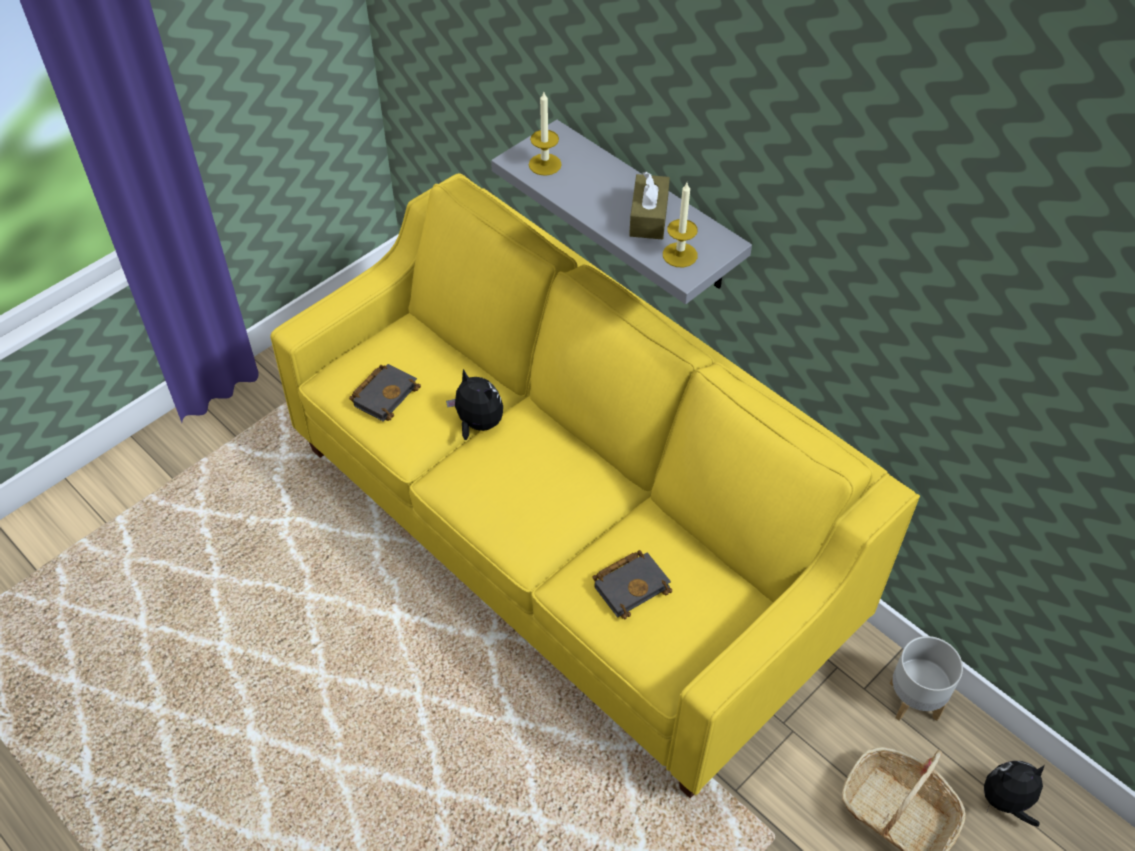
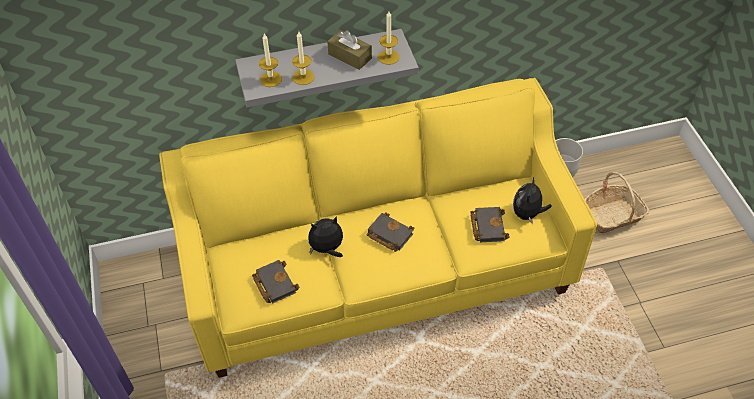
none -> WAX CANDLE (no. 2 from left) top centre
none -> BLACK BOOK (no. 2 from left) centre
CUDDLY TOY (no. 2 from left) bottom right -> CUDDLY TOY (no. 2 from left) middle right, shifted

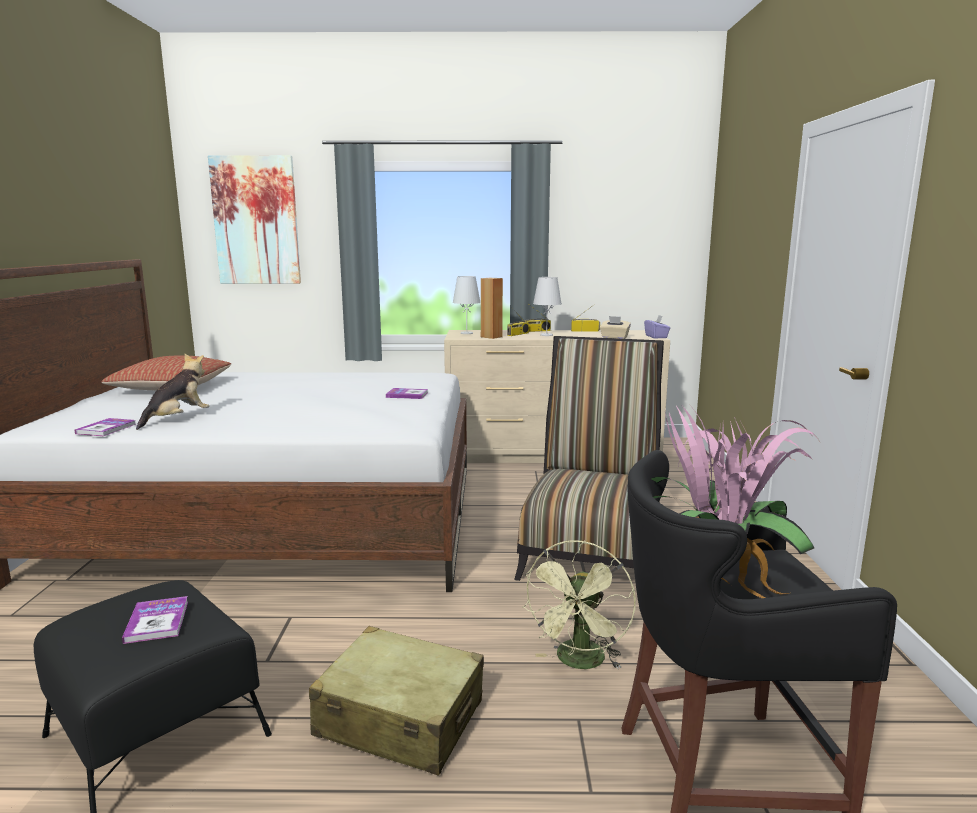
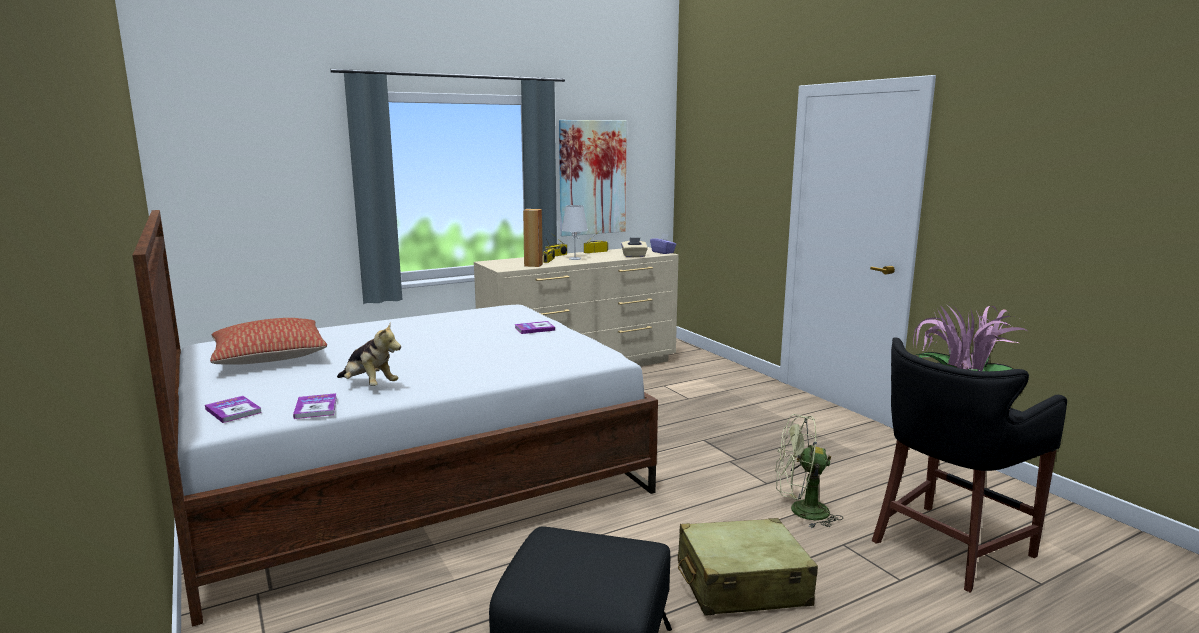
WHITE-COLOURED LAMP FOR A TABLE (no. 1 from left) centre -> none
PLAIN CHAIR centre -> none
BOOK (no. 2 from left in the first image) bottom left -> BOOK (no. 1 from left) middle left, shifted
PICTURE top left -> PICTURE top centre, shifted
CUDDLY TOY middle left, 120 degrees clockwise
GREEN FAN bottom centre -> GREEN FAN bottom right, 105 degrees clockwise

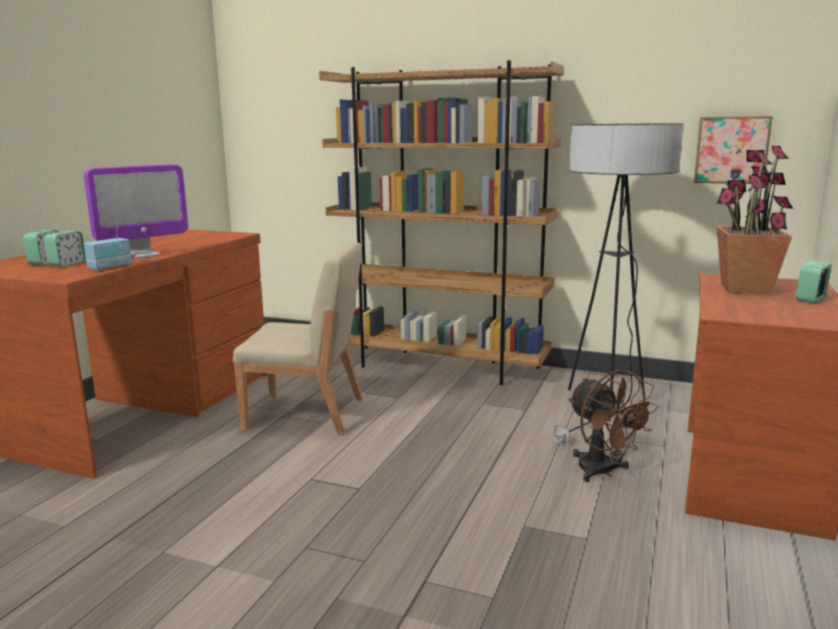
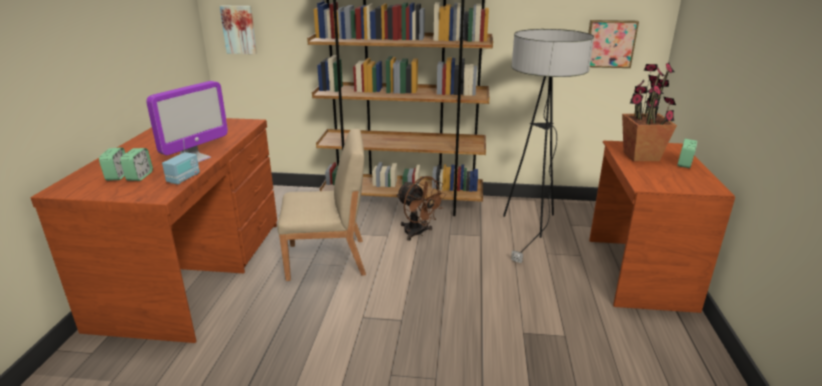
none -> PICTURE (no. 1 from left) top left
BROWN-COLOURED FAN bottom right -> BROWN-COLOURED FAN centre, shifted

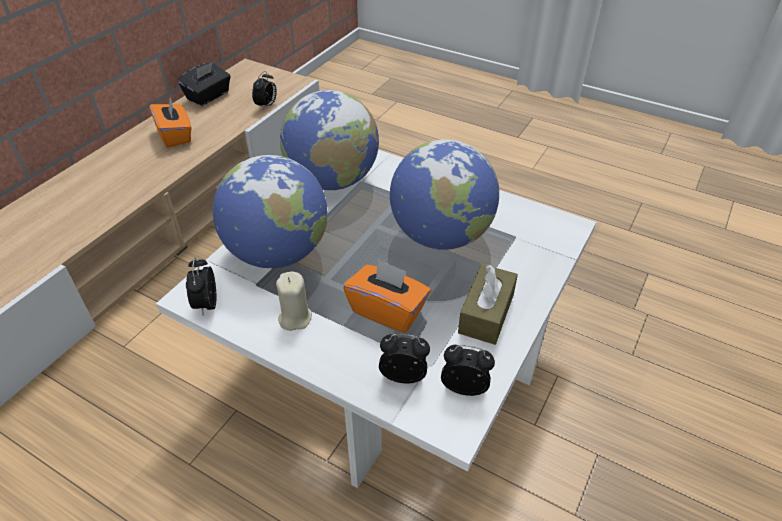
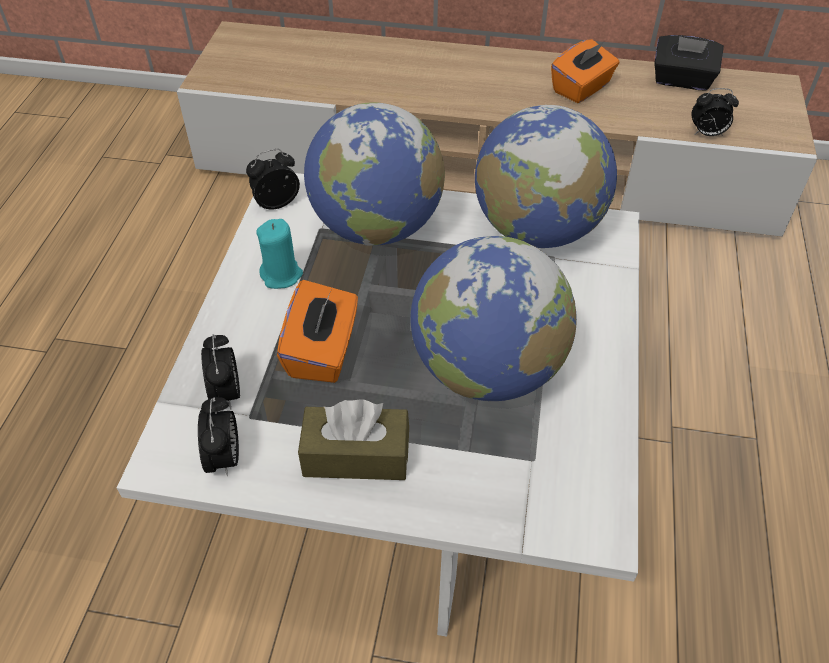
BEIGE WAX CANDLE centre -> TURQUOISE WAX CANDLE centre

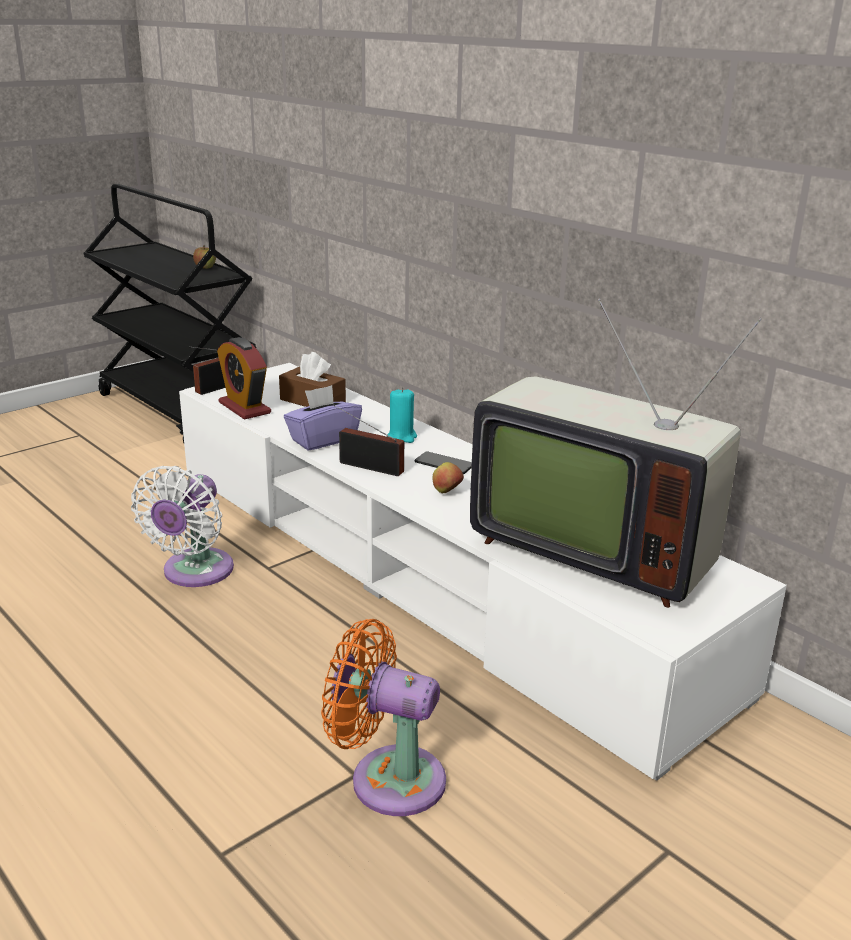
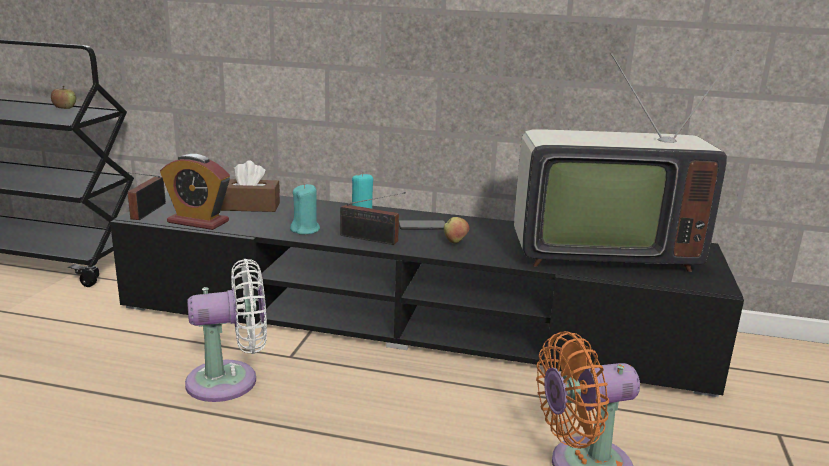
PURPLISH TISSUE BOX centre -> TURQUOISE WAX CANDLE (no. 1 from left) centre
WHITE-COLOURED TV STAND centre -> BLACK TV STAND centre
WHITE-COLOURED FAN middle left -> WHITE-COLOURED FAN bottom left, 90 degrees counterclockwise
RADIO RECEIVER (no. 2 from left) centre, 150 degrees counterclockwise

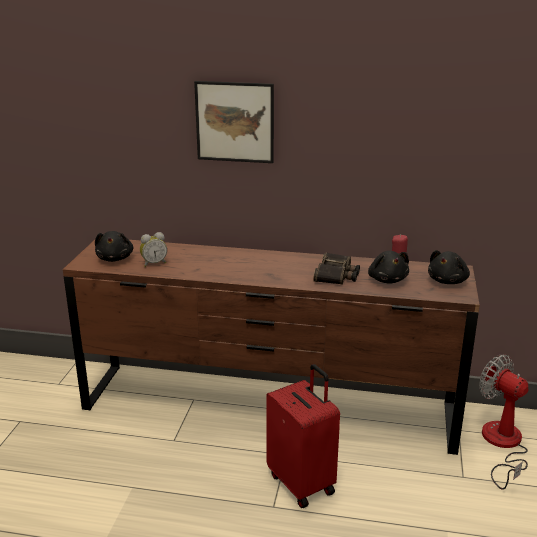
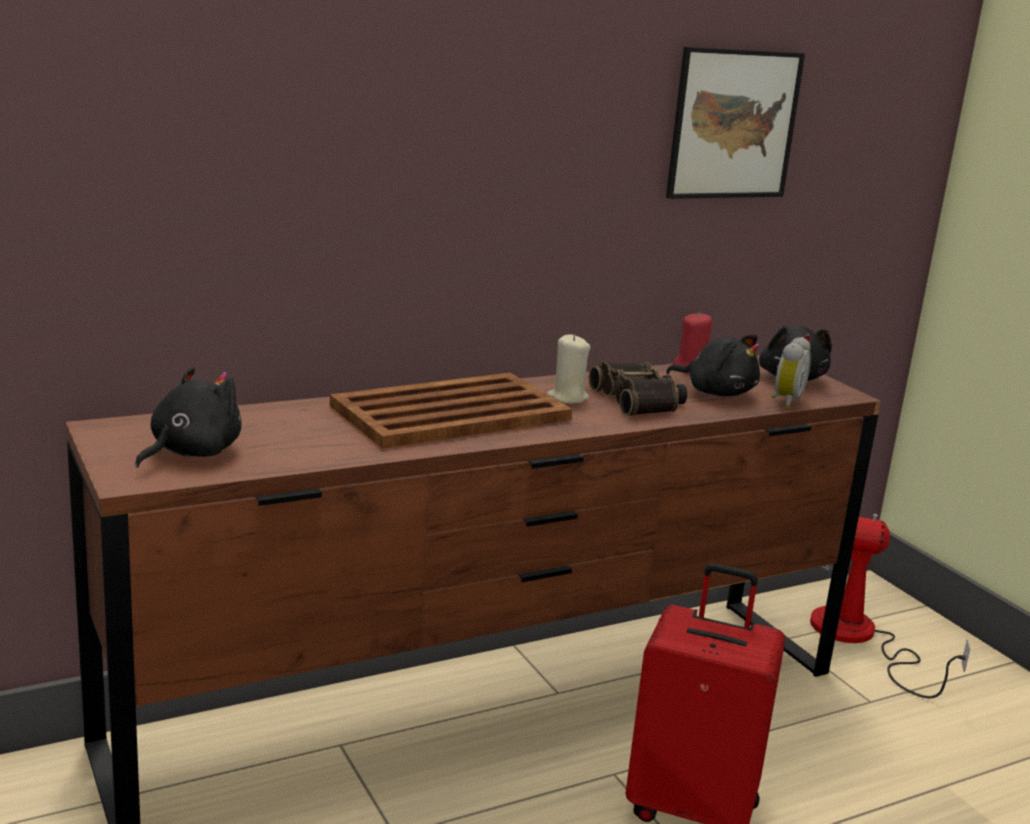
none -> BROWN-COLOURED SERVING TRAY centre
none -> BEIGE WAX CANDLE centre
TABLE CLOCK middle left -> TABLE CLOCK middle right, shifted
PICTURE top centre -> PICTURE top right, shifted
BLACK CUDDLY TOY (no. 1 from left) middle left, 105 degrees counterclockwise

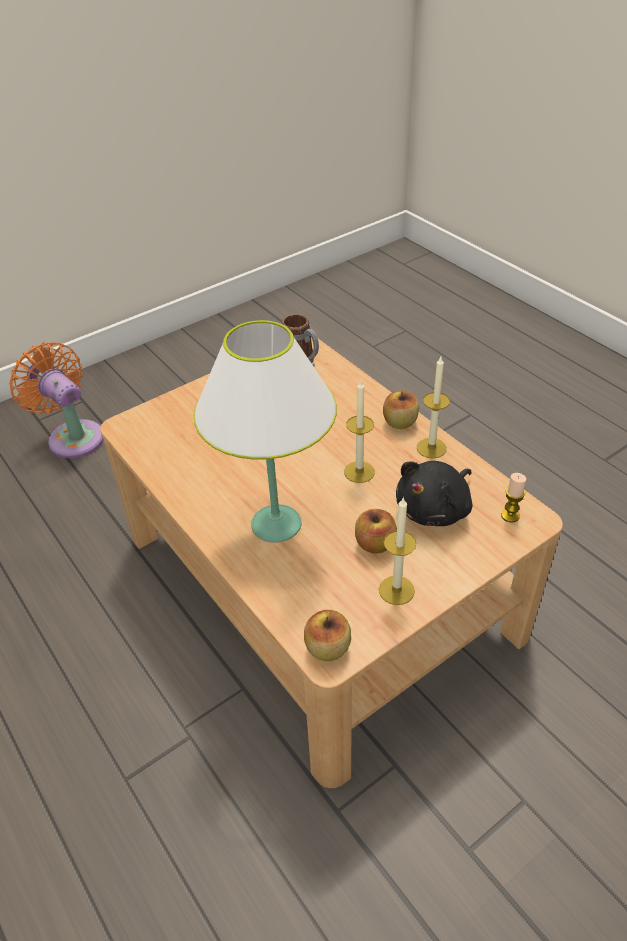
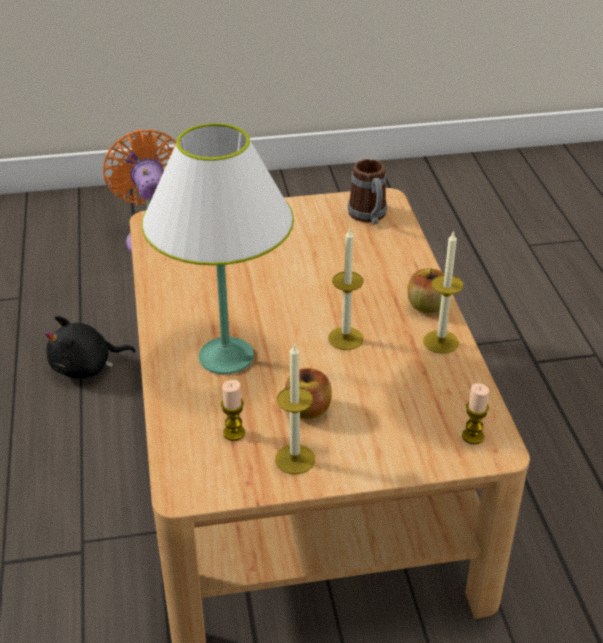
APPLE (no. 1 from left) bottom centre -> none
none -> WAX CANDLE (no. 1 from left) centre
BLACK CUDDLY TOY middle right -> BLACK CUDDLY TOY middle left, shifted

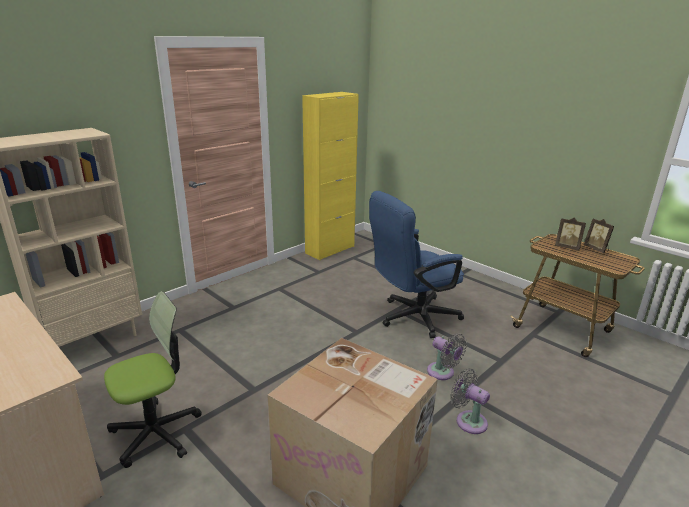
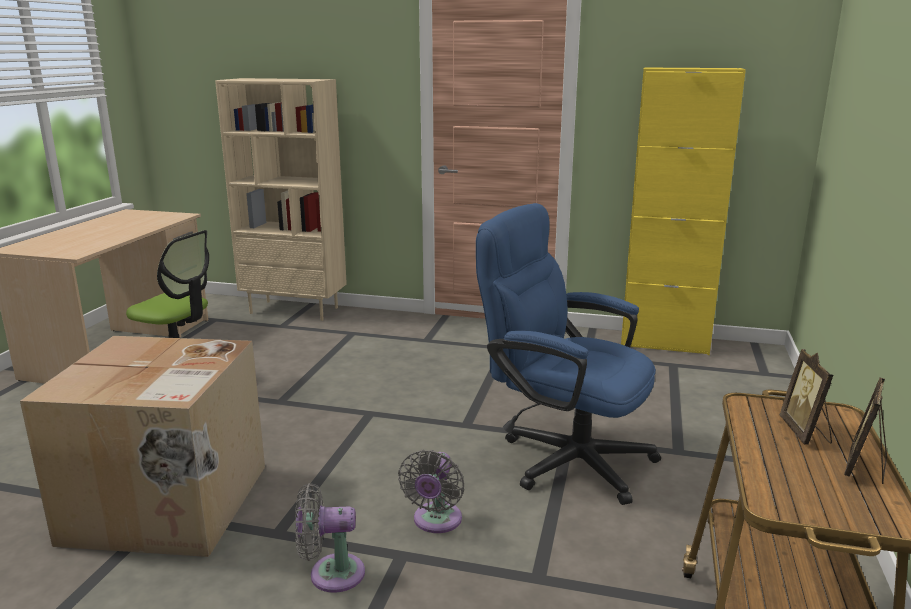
GREYISH FAN (no. 2 from left in the first image) bottom right -> GREYISH FAN (no. 1 from left) bottom centre, 105 degrees counterclockwise

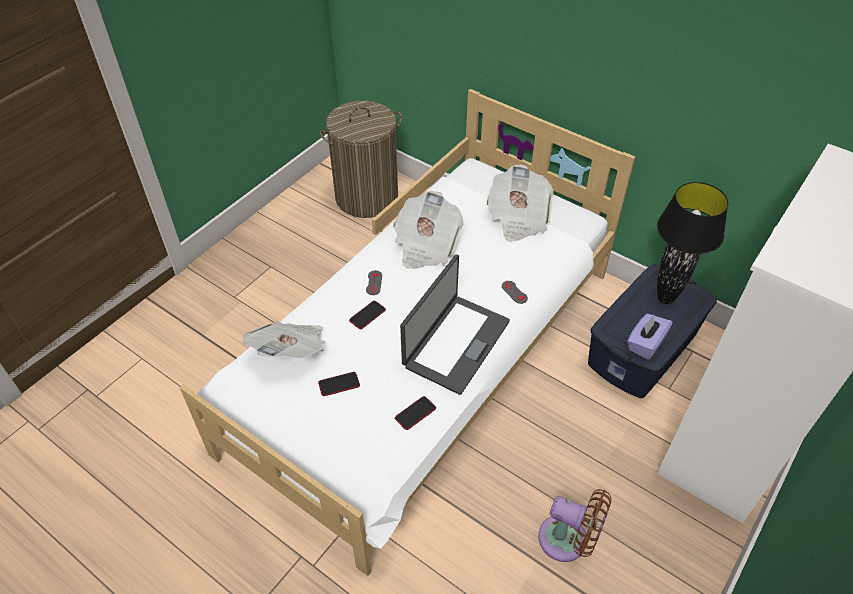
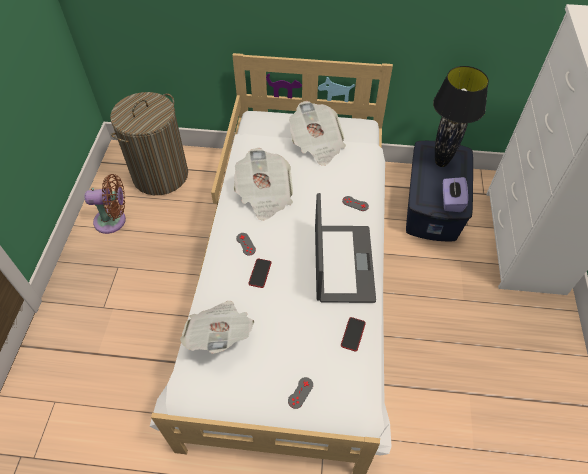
HANDSET (no. 1 from left) centre -> none
none -> GREYISH GAMEPAD (no. 2 from left) bottom centre
BROWN-COLOURED FAN bottom right -> BROWN-COLOURED FAN middle left, shifted

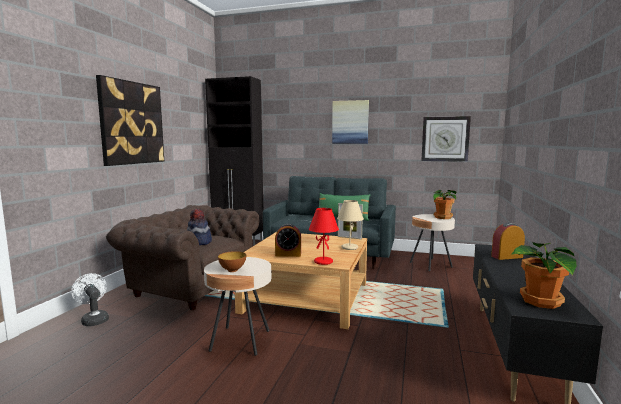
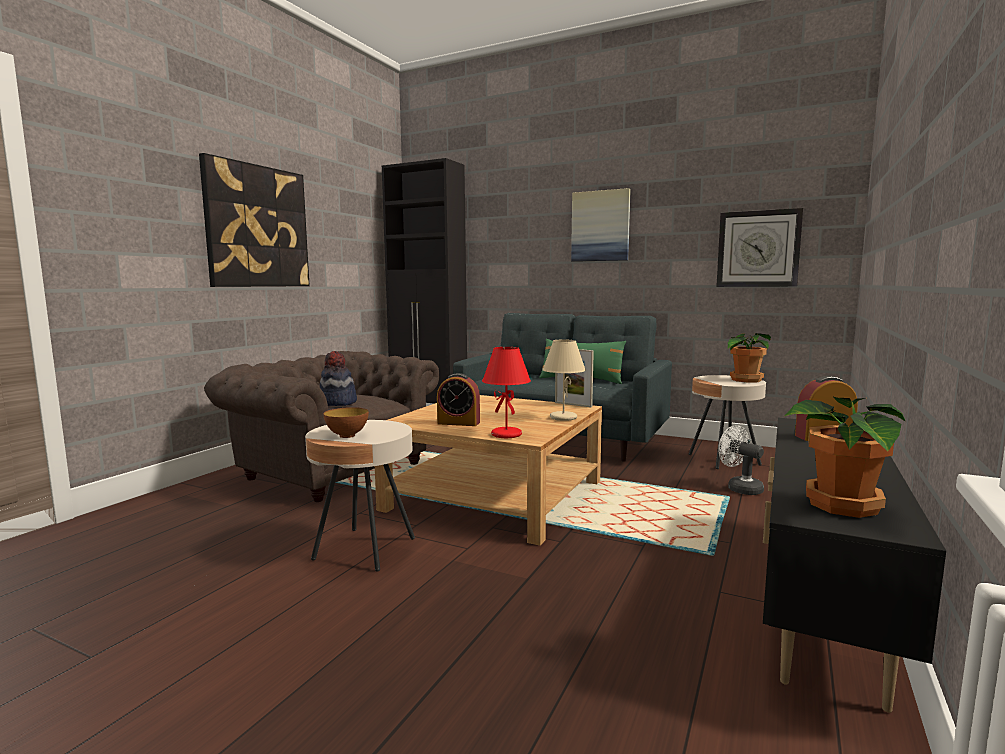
WHITE-COLOURED FAN bottom left -> WHITE-COLOURED FAN middle right, shifted

